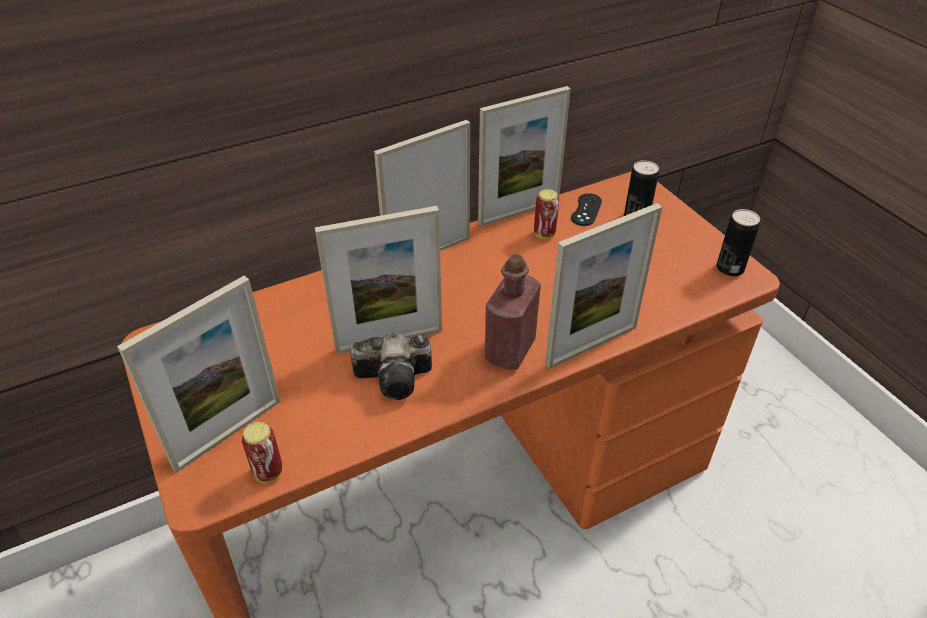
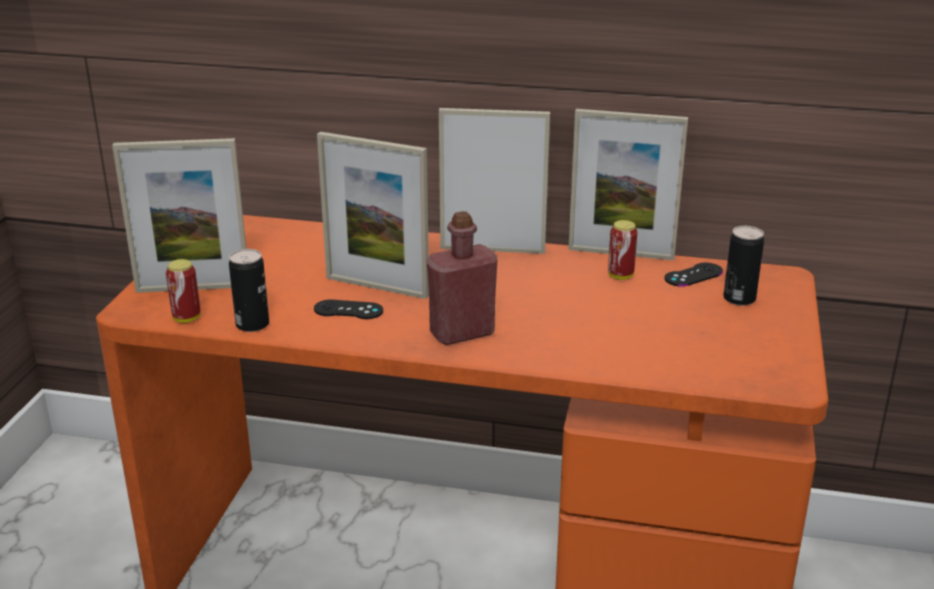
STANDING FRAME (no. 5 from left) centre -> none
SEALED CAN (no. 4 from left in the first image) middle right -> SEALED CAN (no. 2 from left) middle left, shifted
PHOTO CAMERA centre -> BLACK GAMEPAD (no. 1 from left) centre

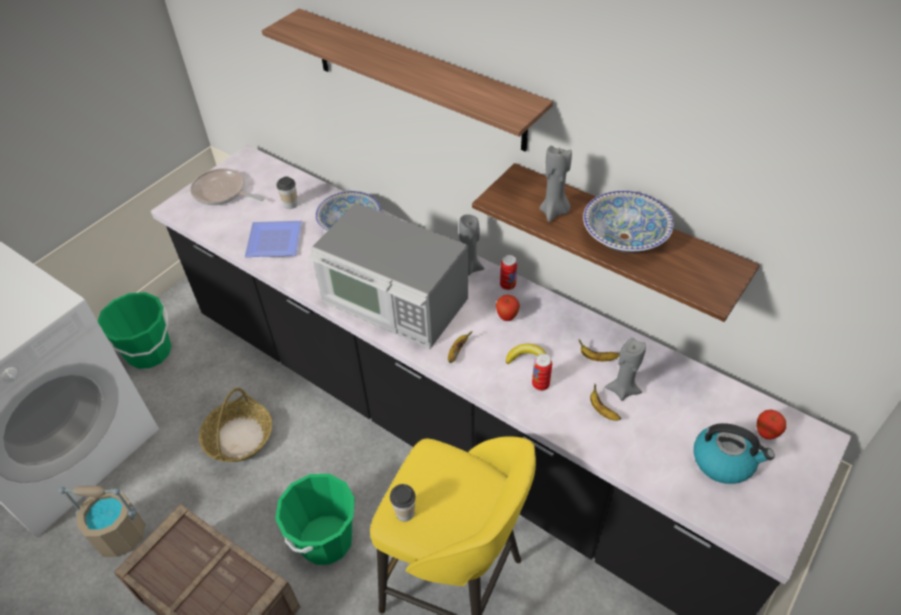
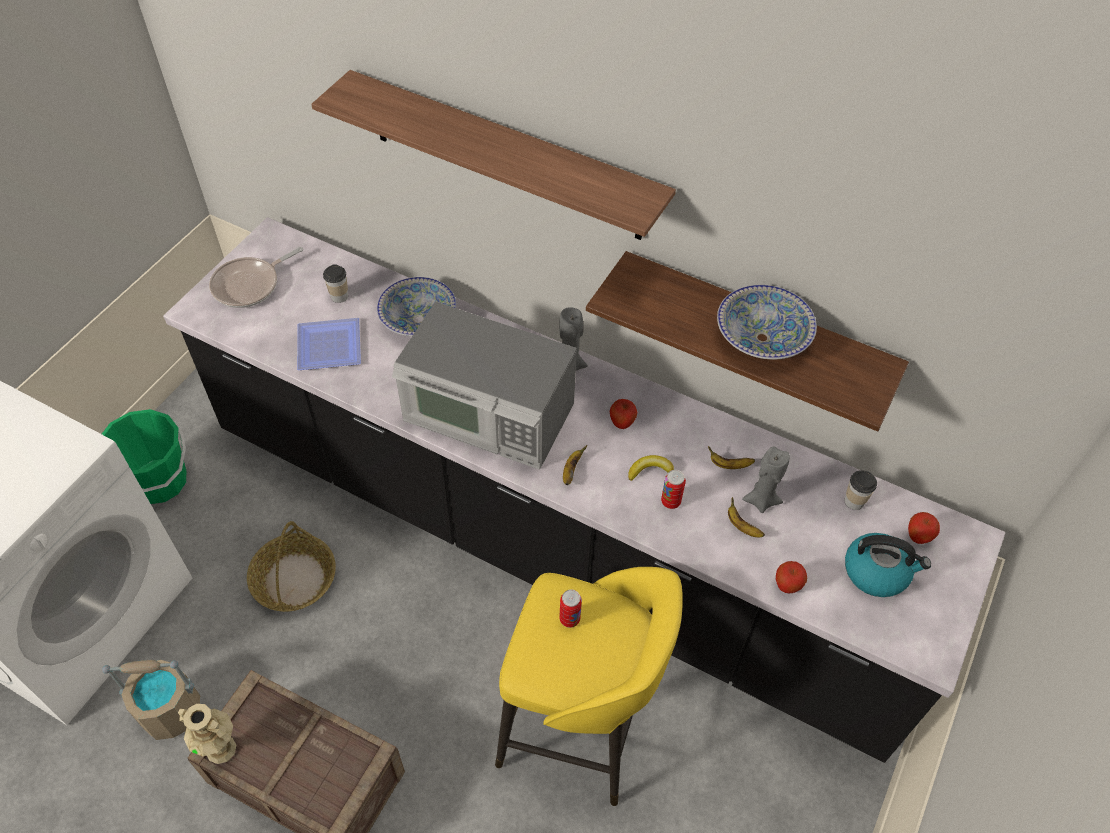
GREEN WATER BUCKET (no. 2 from left) bottom centre -> none
GREYISH WAX CANDLE (no. 2 from left) top centre -> none
none -> BEIGE DECORATIVE VASE bottom left
none -> APPLE (no. 2 from left) bottom right
SMALL CUP (no. 2 from left) bottom centre -> SMALL CUP (no. 2 from left) middle right, shifted
SEALED CAN (no. 1 from left) centre -> SEALED CAN (no. 1 from left) bottom centre, shifted
SKILLET top left, 60 degrees counterclockwise

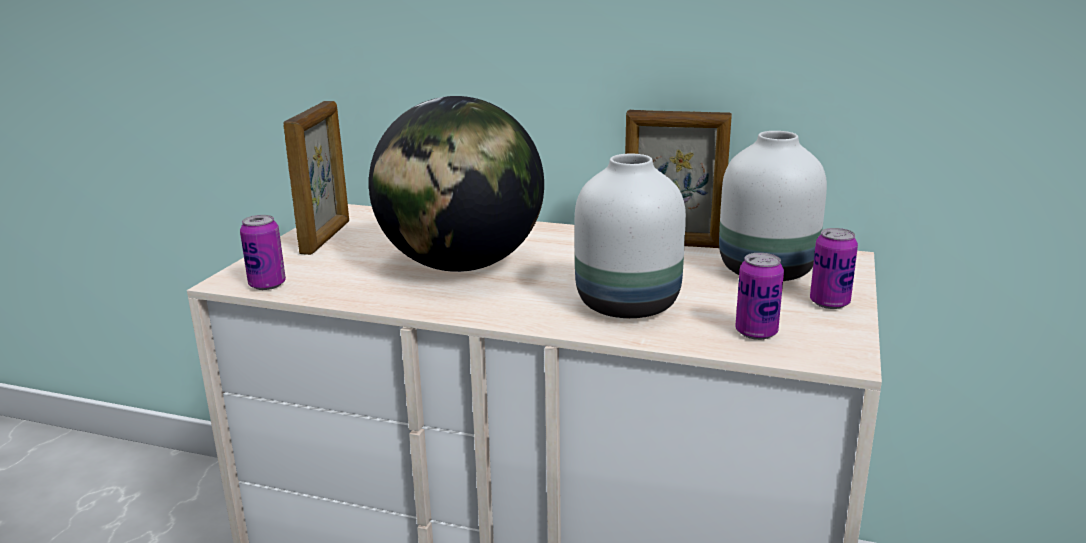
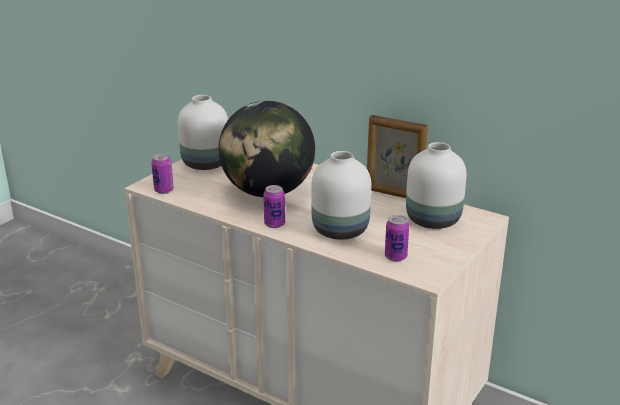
SEALED CAN (no. 3 from left in the first image) middle right -> SEALED CAN (no. 2 from left) centre, shifted
STANDING FRAME (no. 1 from left) top left -> WHITE-COLOURED DECORATIVE VASE (no. 1 from left) top left

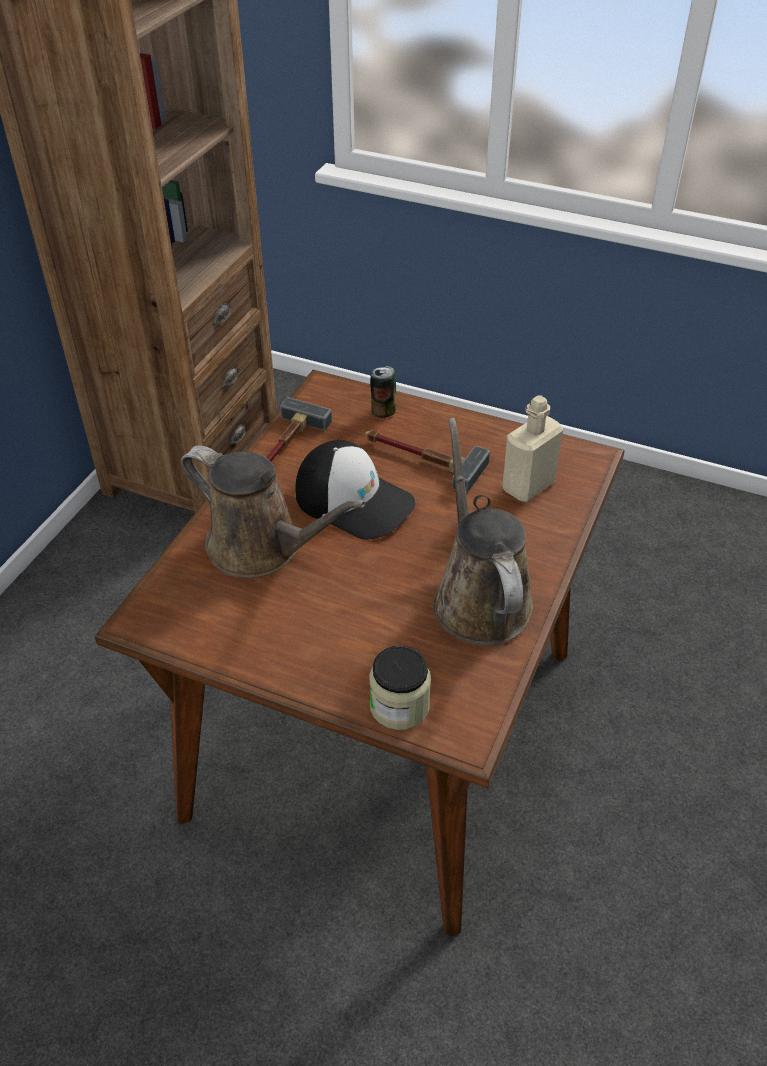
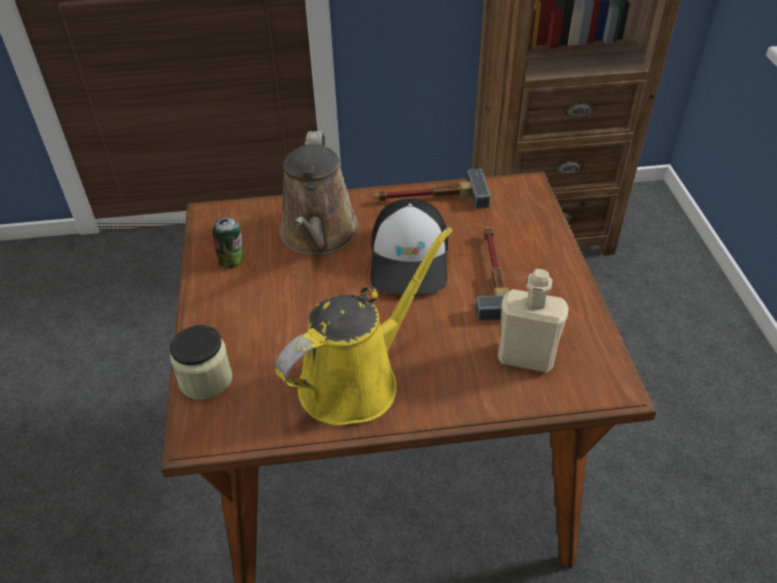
SEALED CAN centre -> SEALED CAN middle left, shifted
BROWN-COLOURED WATERING POT (no. 2 from left) centre -> YELLOW WATERING POT centre

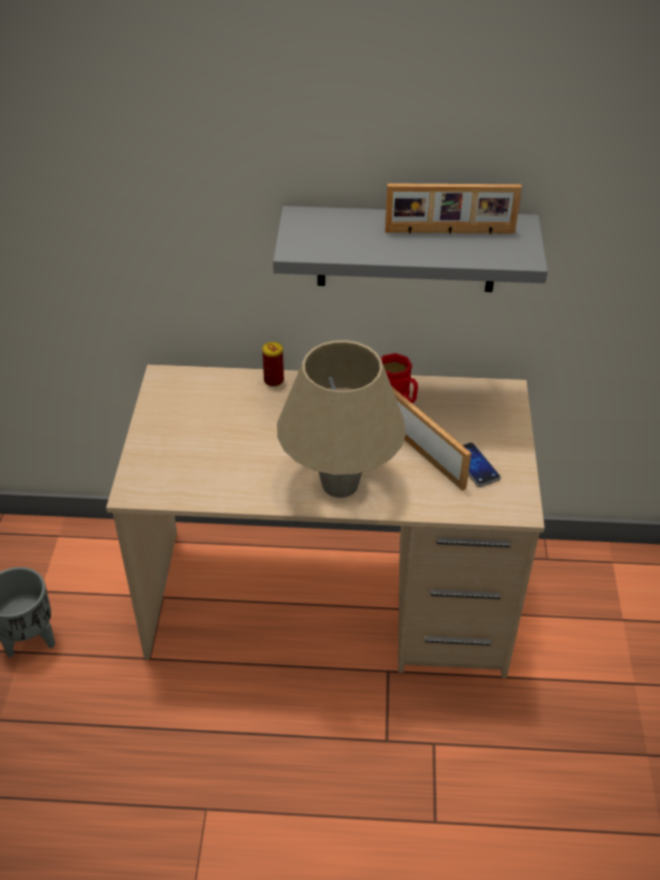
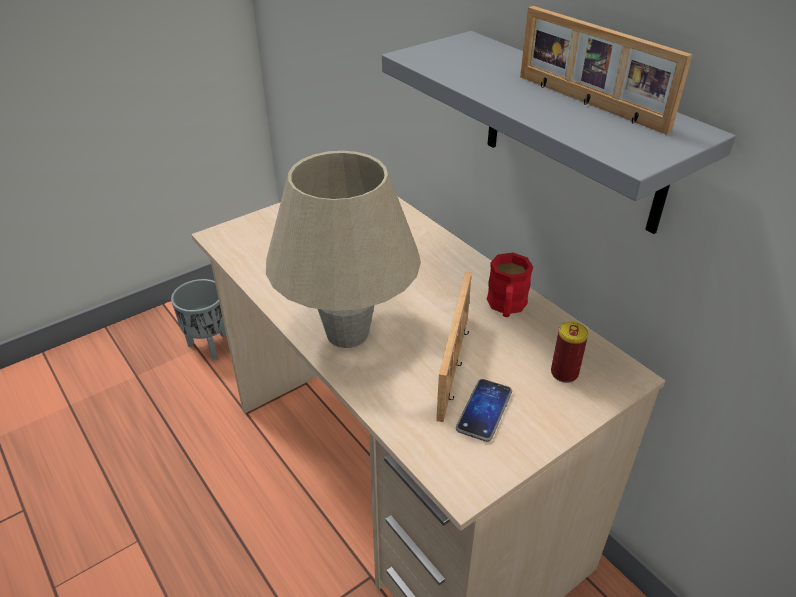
SEALED CAN centre -> SEALED CAN middle right, shifted

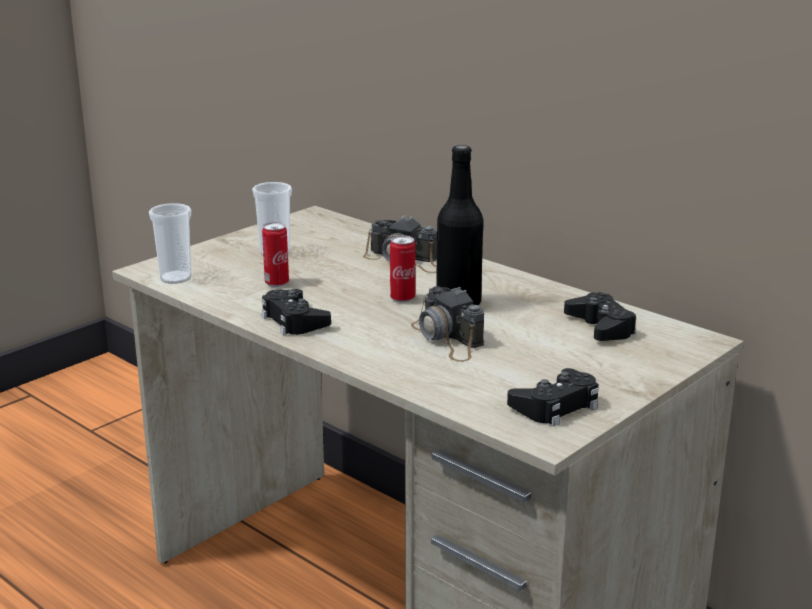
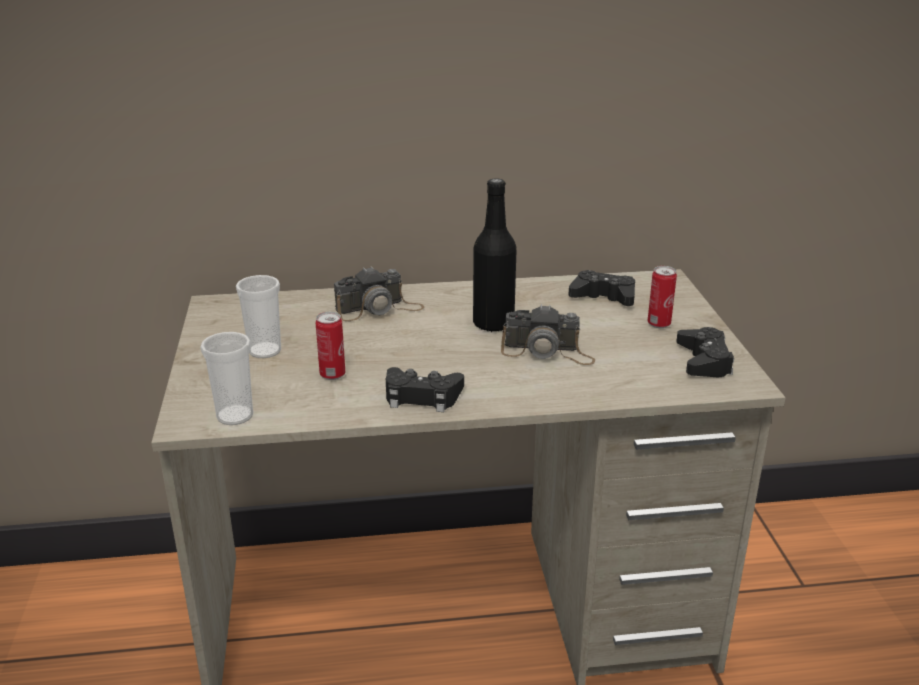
SEALED CAN (no. 2 from left) centre -> SEALED CAN (no. 2 from left) middle right, shifted

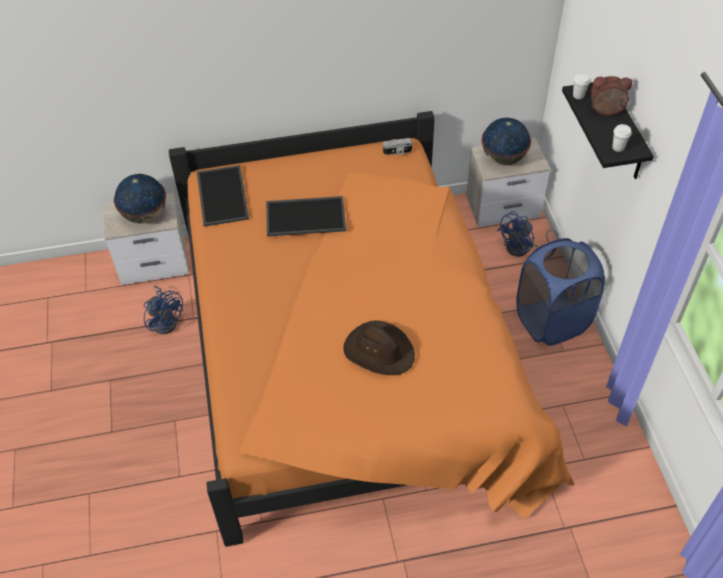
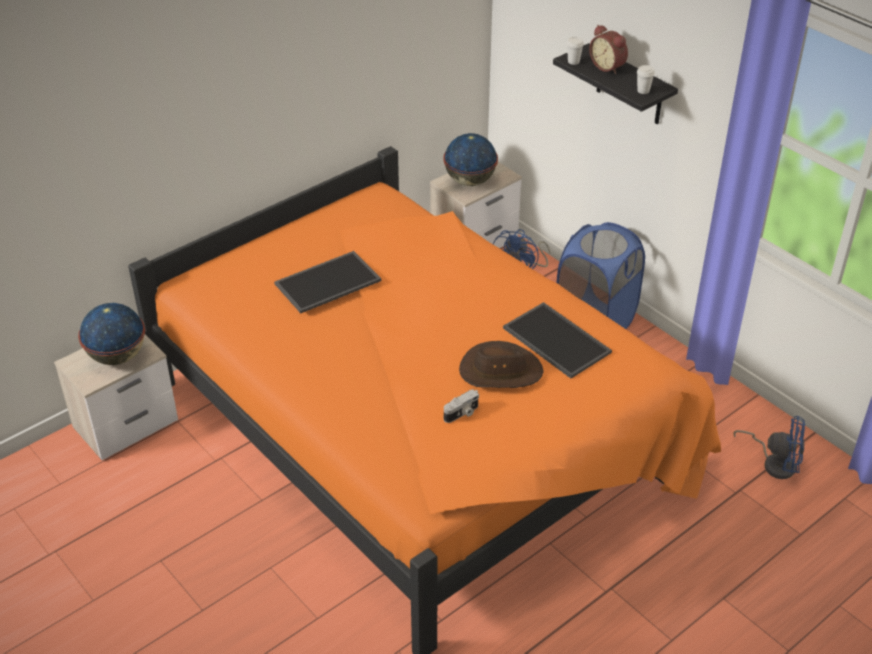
BLUE-COLOURED FAN (no. 1 from left in the first image) middle left -> BLUE-COLOURED FAN (no. 2 from left) bottom right, shifted
SERVING TRAY (no. 1 from left in the first image) middle left -> SERVING TRAY (no. 2 from left) centre, shifted
PHOTO CAMERA top centre -> PHOTO CAMERA centre, shifted
TABLE CLOCK top right, 105 degrees counterclockwise

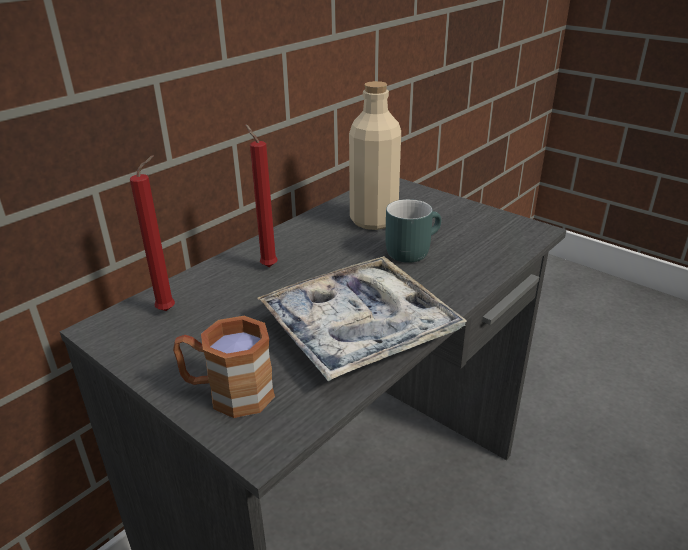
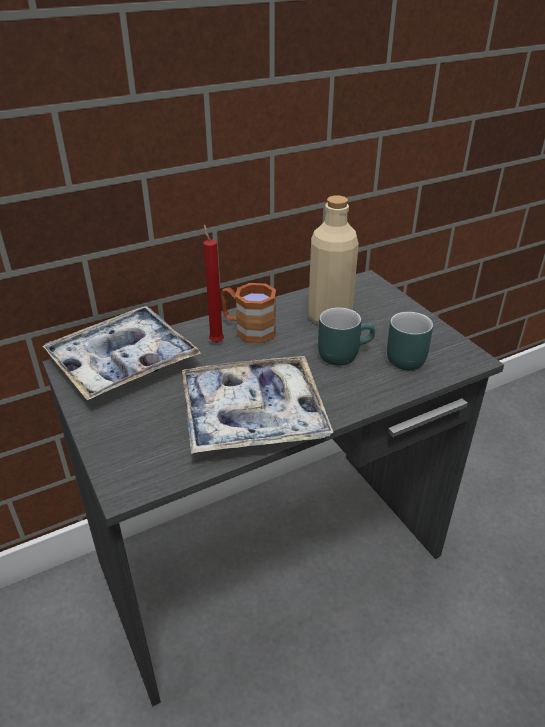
none -> TURQUOISE TEA MUG (no. 2 from left) middle right
BROWN-COLOURED TEA MUG bottom left -> BROWN-COLOURED TEA MUG centre, shifted
RED WAX CANDLE (no. 1 from left) middle left -> SERVING TRAY (no. 1 from left) middle left

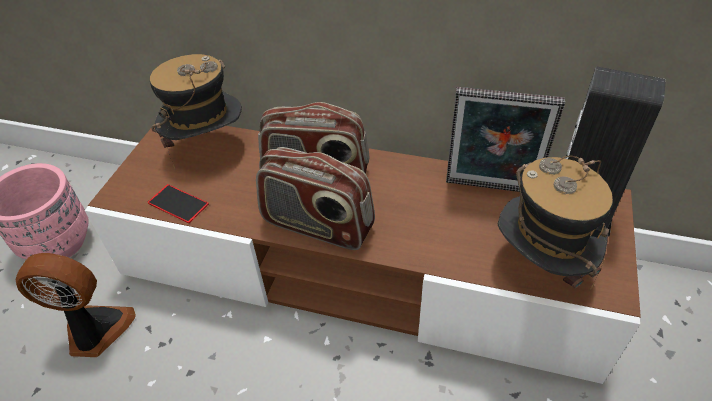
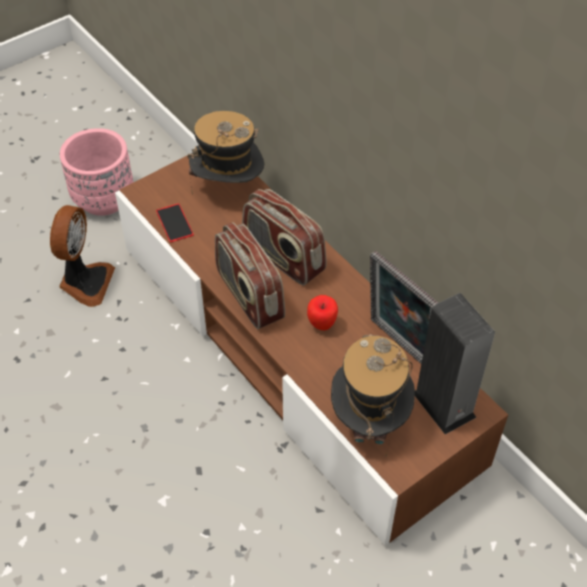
none -> APPLE centre
FAN bottom left -> FAN middle left, 60 degrees clockwise

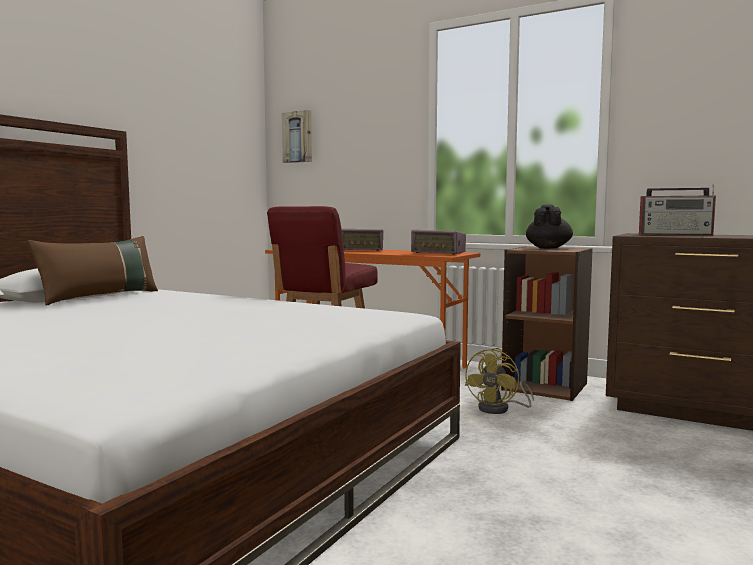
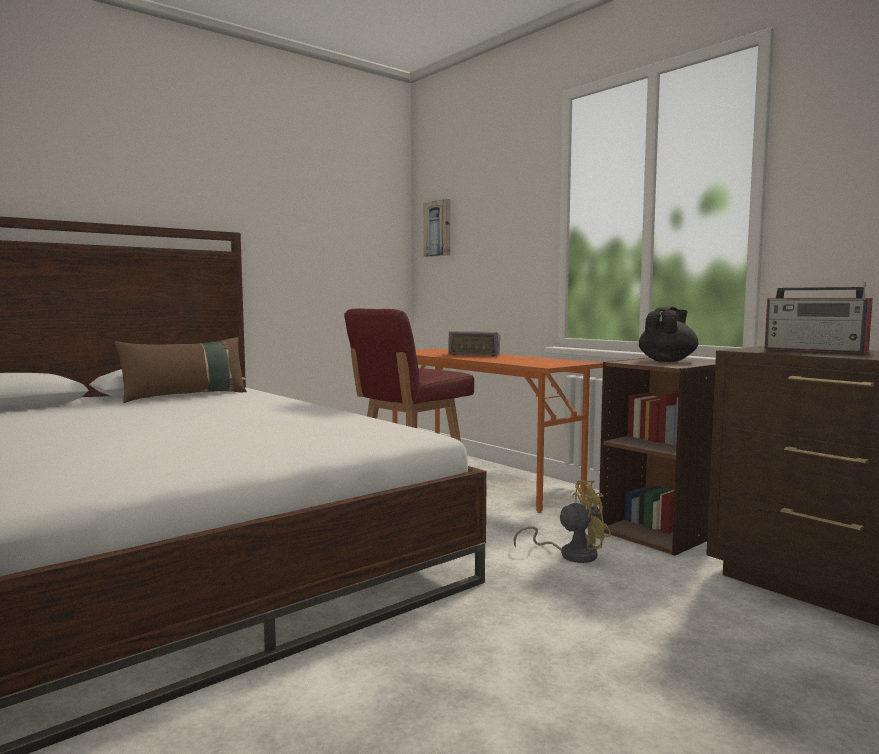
RADIO RECEIVER (no. 2 from left) centre -> none
YELLOW FAN bottom centre, 150 degrees counterclockwise

